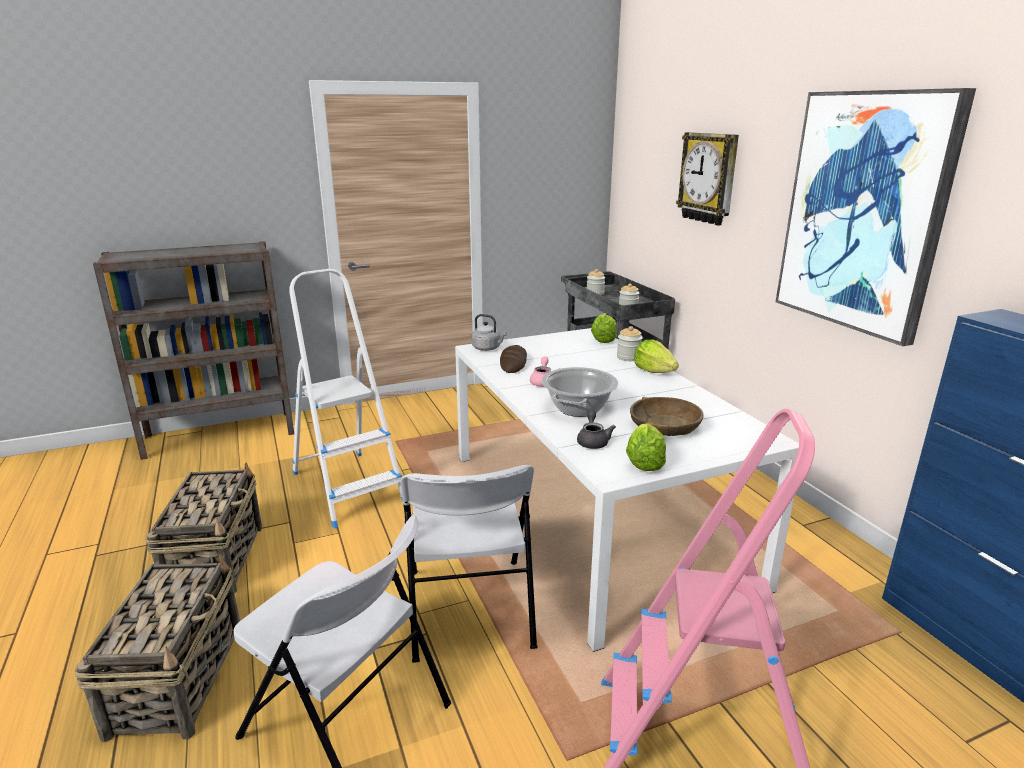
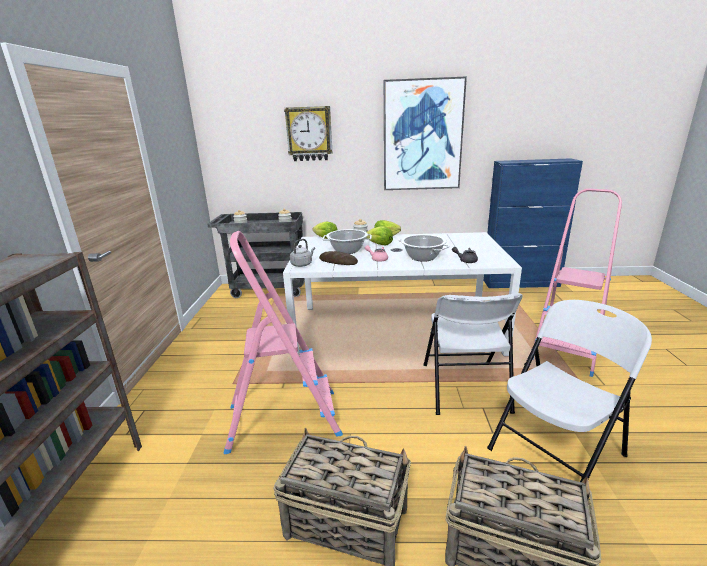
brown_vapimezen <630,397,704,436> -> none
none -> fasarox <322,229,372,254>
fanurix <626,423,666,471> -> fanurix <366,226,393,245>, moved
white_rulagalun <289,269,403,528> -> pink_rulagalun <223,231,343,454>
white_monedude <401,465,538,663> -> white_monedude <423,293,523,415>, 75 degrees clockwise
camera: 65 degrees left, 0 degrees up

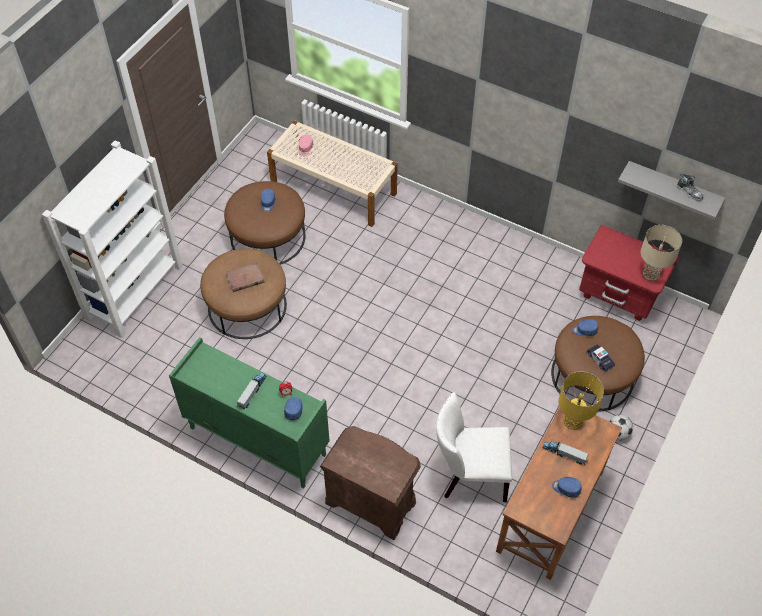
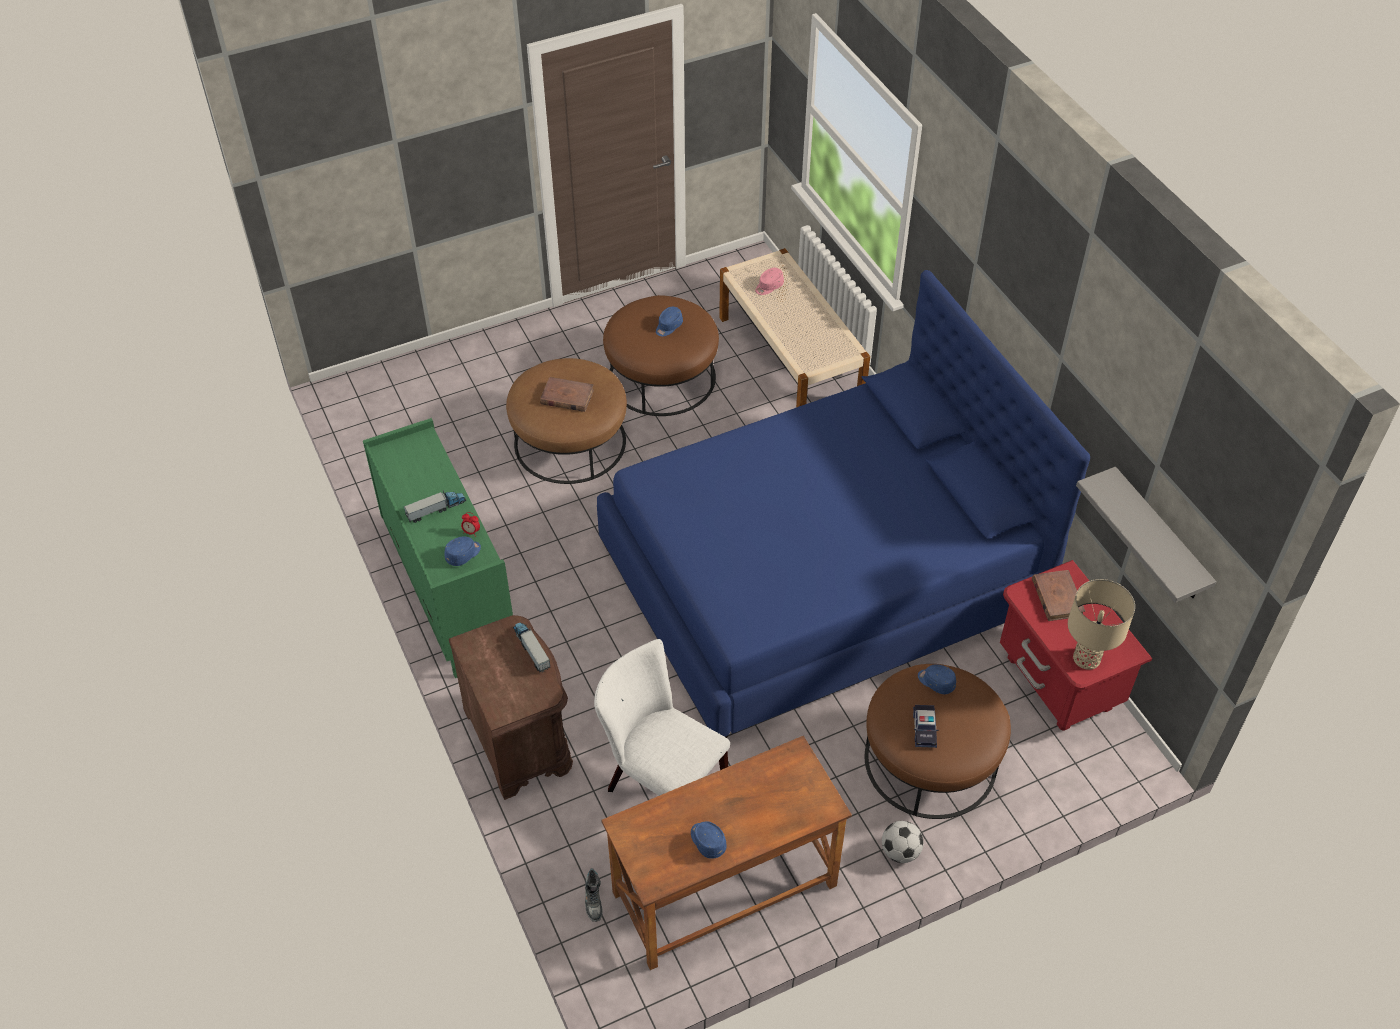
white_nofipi <42,140,183,338> -> none
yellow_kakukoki <558,371,604,430> -> none
none -> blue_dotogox <597,270,1090,738>
none -> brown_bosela <1032,570,1085,621>
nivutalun <543,442,589,465> -> nivutalun <513,623,550,672>, moved
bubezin <677,174,703,201> -> bubezin <585,868,603,922>, moved
camera: 35 degrees right, 5 degrees down

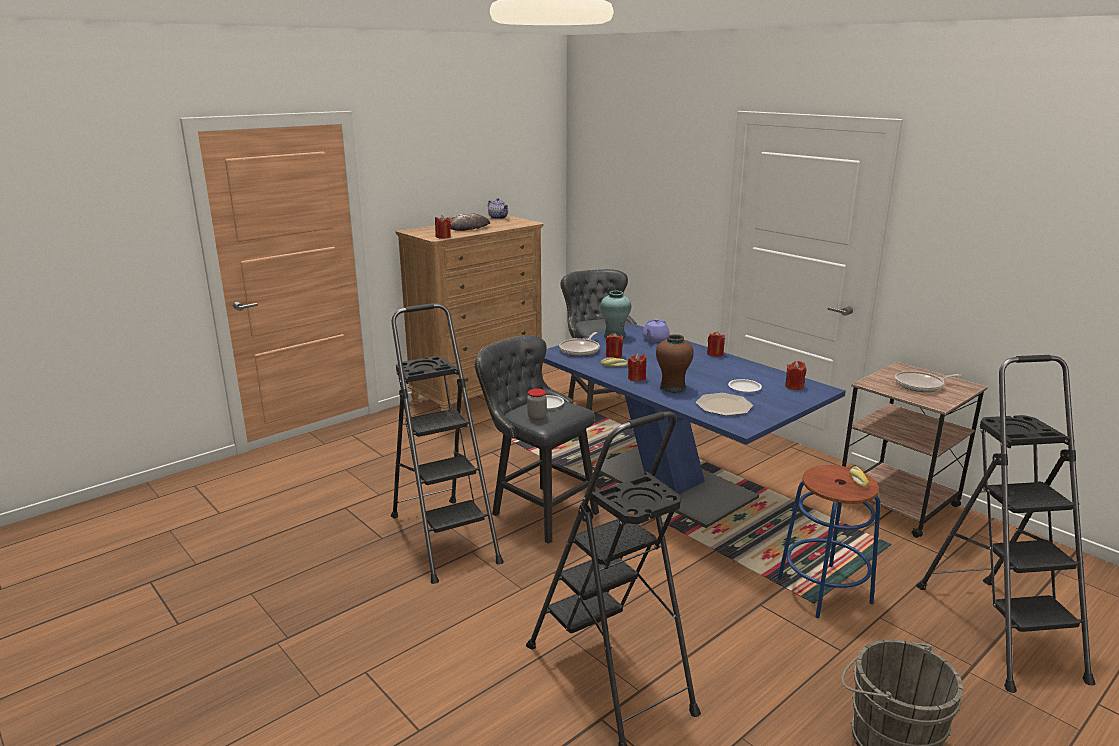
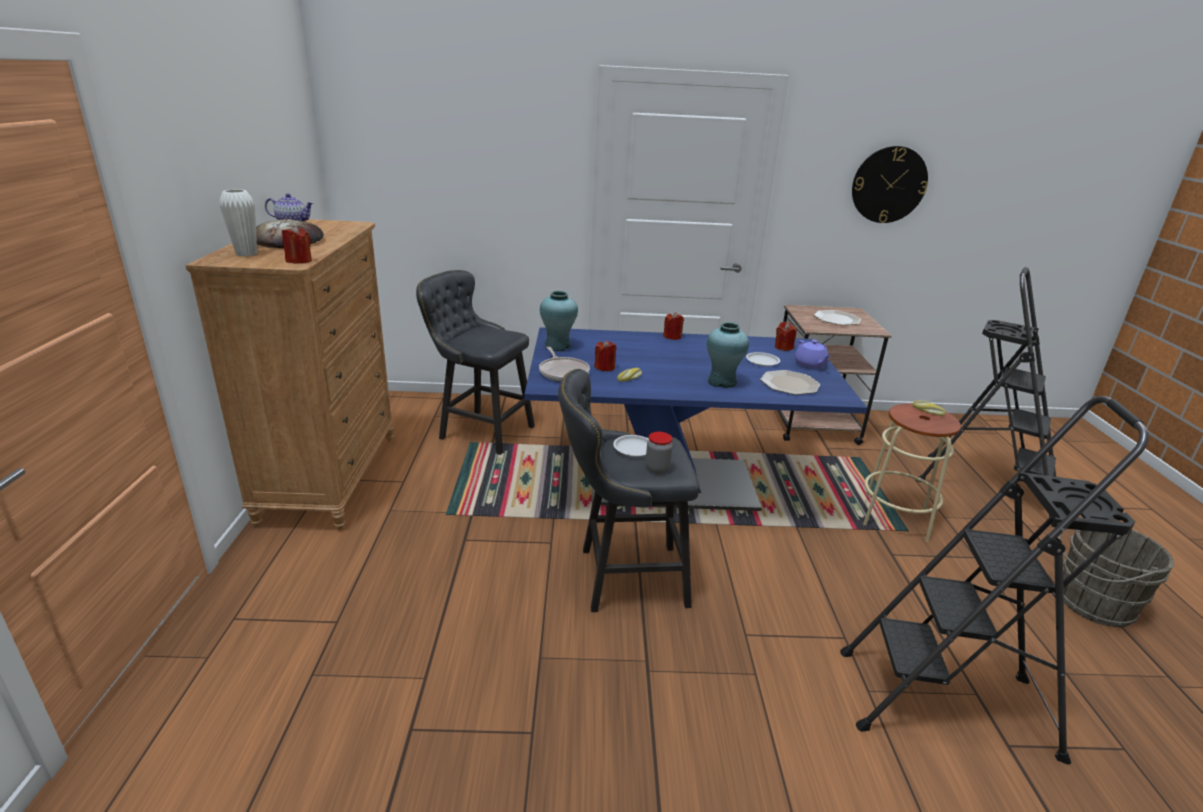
rulagalun <391,303,504,584> -> none
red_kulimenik <628,354,646,381> -> none
none -> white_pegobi <219,189,257,256>
none -> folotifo <852,146,928,223>
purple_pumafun <642,319,670,342> -> purple_pumafun <795,340,831,369>, moved
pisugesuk <895,371,962,392> -> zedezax <814,310,861,325>
brown_pegobi <656,334,694,393> -> turquoise_pegobi <707,322,749,388>
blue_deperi <778,465,880,618> -> beige_deperi <863,403,961,542>
camera: 50 degrees left, 5 degrees up

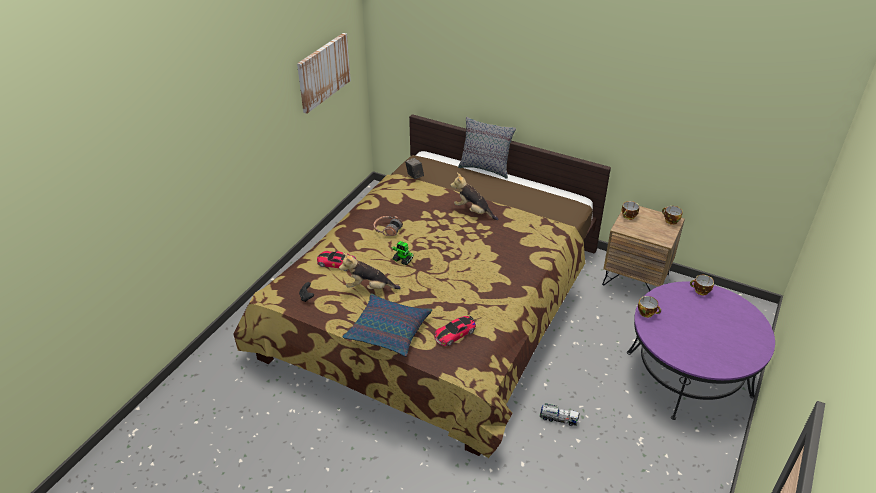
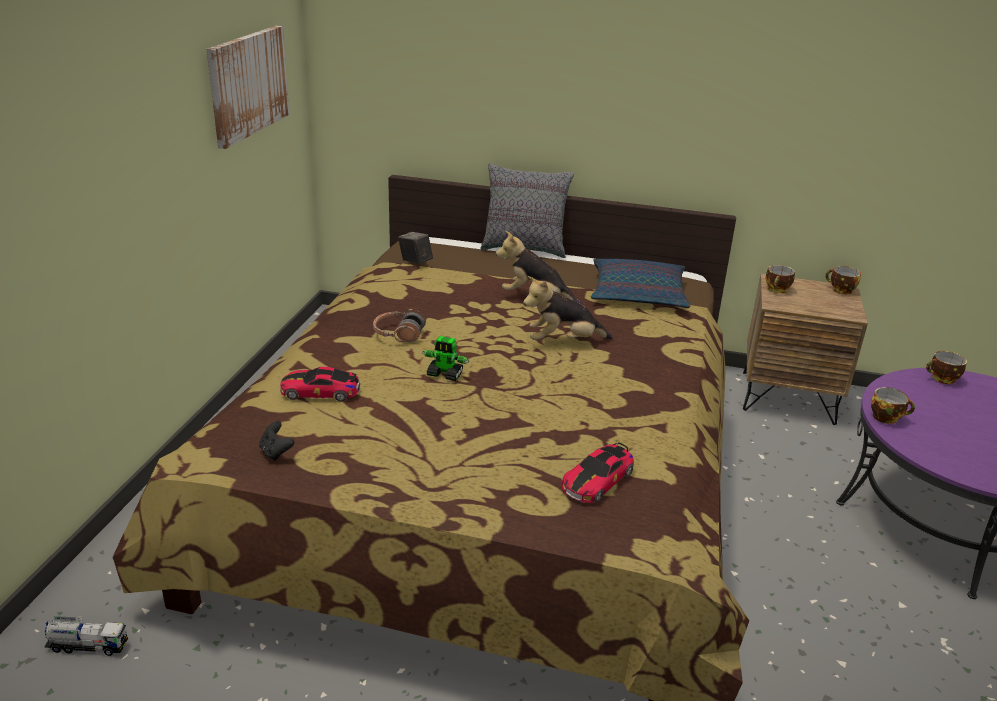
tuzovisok <339,253,401,289> -> tuzovisok <523,276,613,340>, moved
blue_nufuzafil <343,293,432,357> -> blue_nufuzafil <591,259,690,308>, moved
nivutalun <539,403,580,426> -> nivutalun <45,616,128,656>, moved
camera: 15 degrees left, 10 degrees down

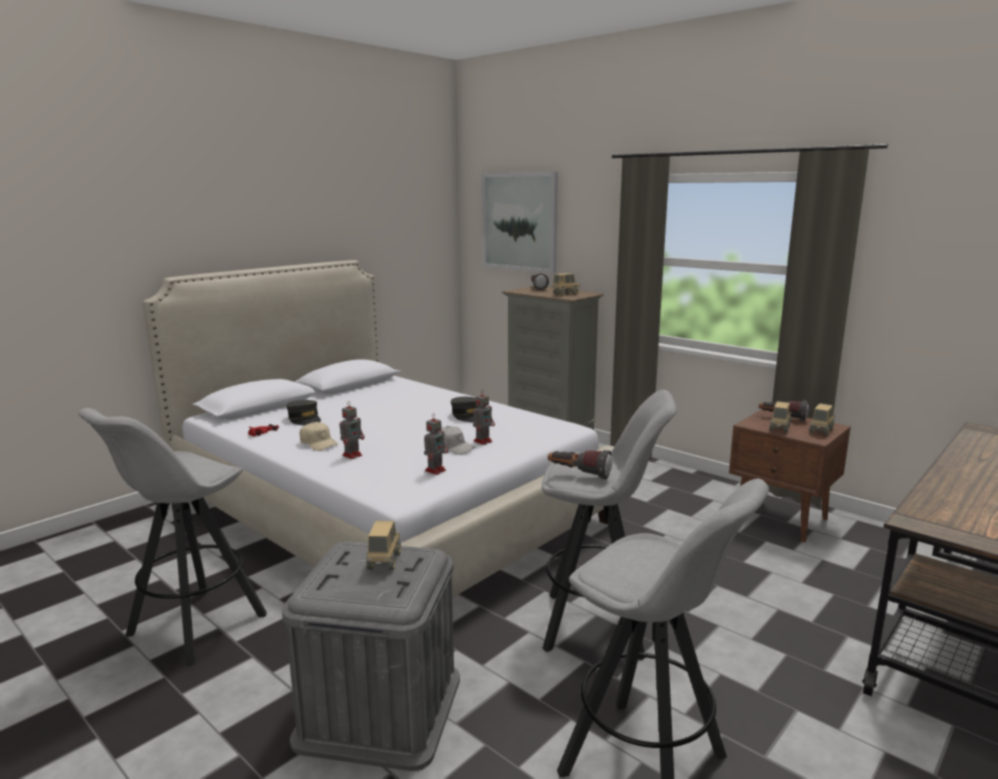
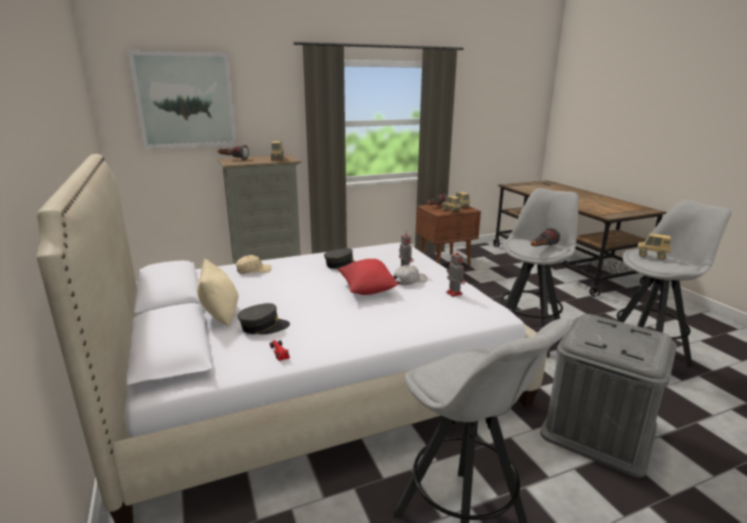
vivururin <339,401,364,459> -> none
none -> beige_nufuzafil <197,258,239,327>
none -> red_nufuzafil <338,259,398,295>
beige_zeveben <300,422,338,451> -> beige_zeveben <236,255,272,274>, moved
nivutalun <366,520,401,571> -> nivutalun <638,233,671,260>, moved
camera: 65 degrees left, 5 degrees up

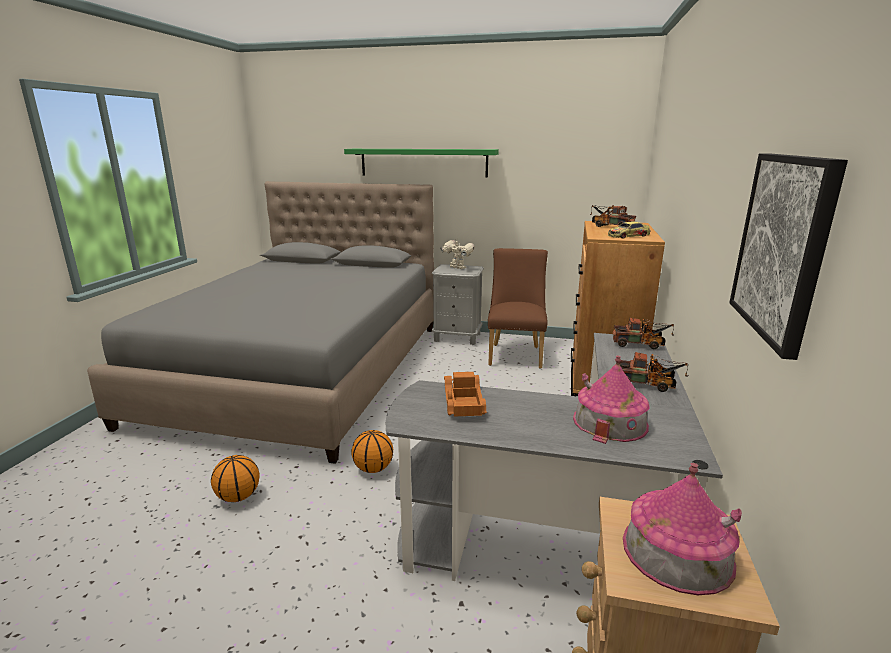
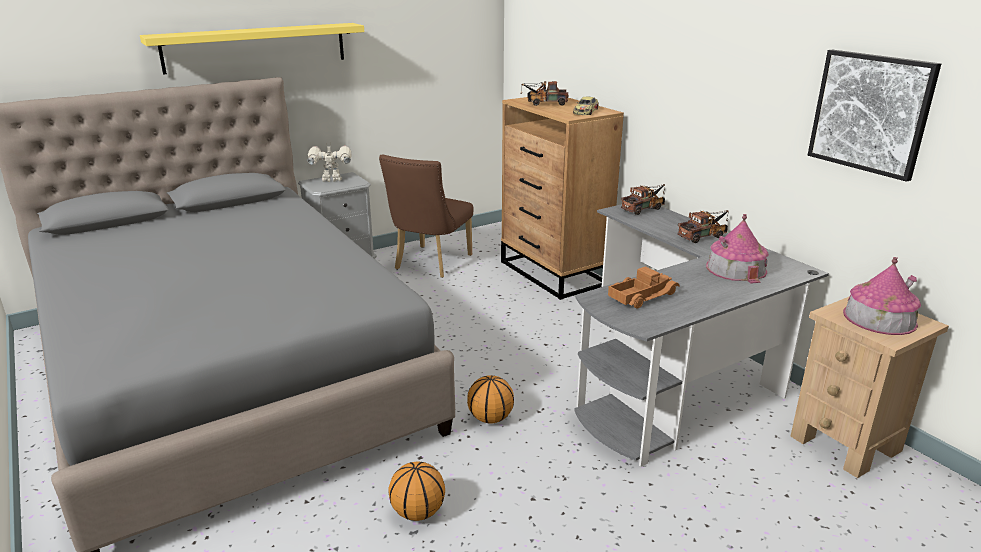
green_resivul <344,149,499,177> -> yellow_resivul <140,23,364,75>
nivutalun <444,372,487,416> -> nivutalun <608,266,680,308>, 105 degrees clockwise
brown_monedude <488,248,548,369> -> brown_monedude <379,155,474,278>, 120 degrees counterclockwise
camera: 45 degrees left, 5 degrees up

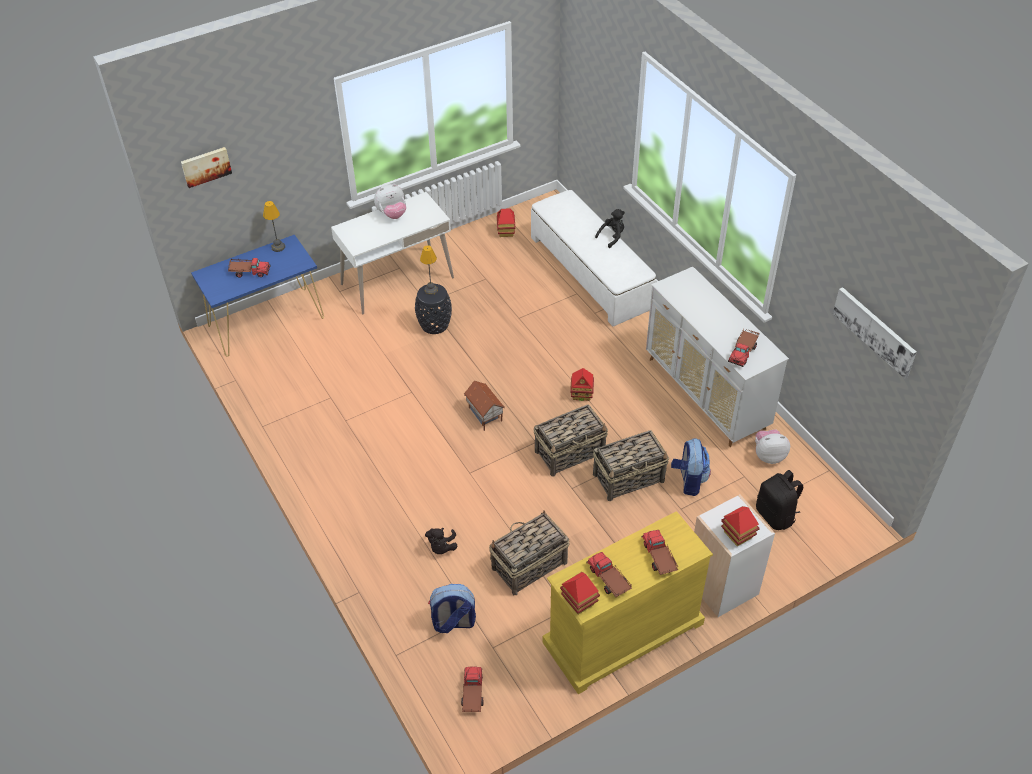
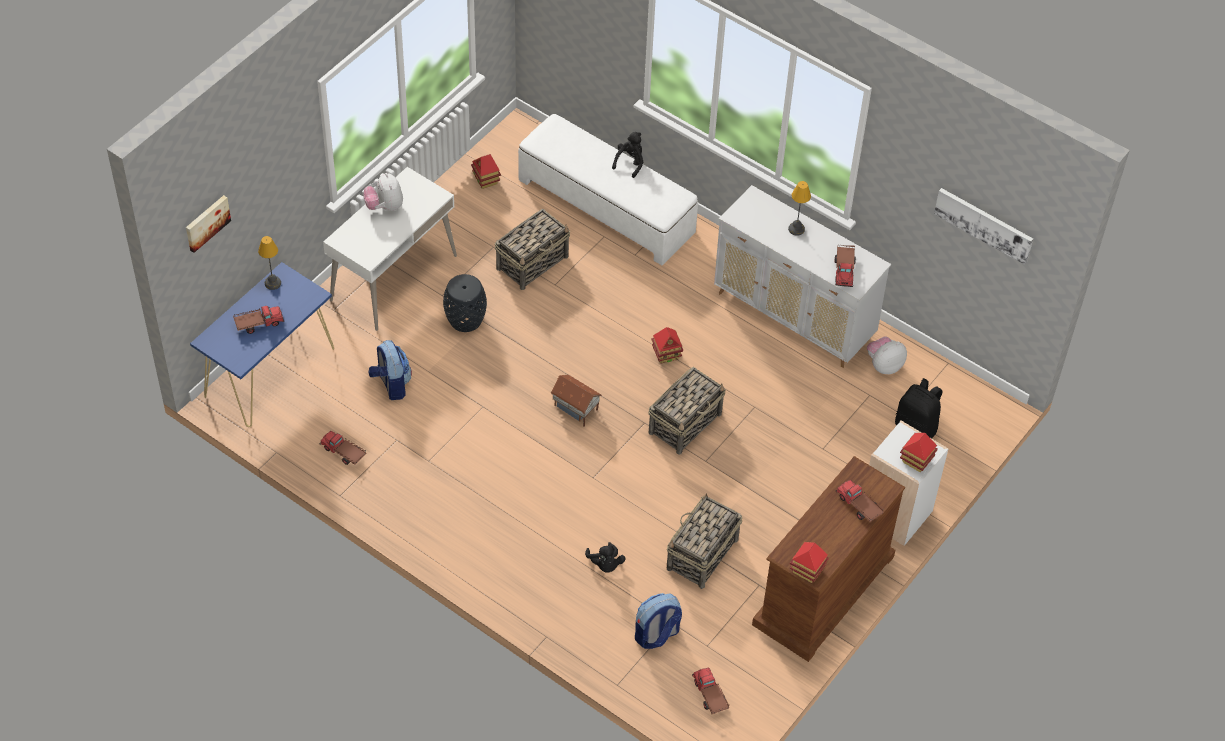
kakukoki <420,245,438,295> -> kakukoki <788,181,811,236>, moved
nivutalun <586,552,632,597> -> nivutalun <320,431,366,465>, moved
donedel <593,430,669,501> -> donedel <495,209,570,290>, moved
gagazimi <671,438,711,496> -> gagazimi <368,340,412,400>, moved
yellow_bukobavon <543,511,713,694> -> brown_bukobavon <752,456,905,662>
tuzovisok <374,184,406,219> -> tuzovisok <364,173,403,211>, 120 degrees clockwise
camera: 25 degrees left, 5 degrees up

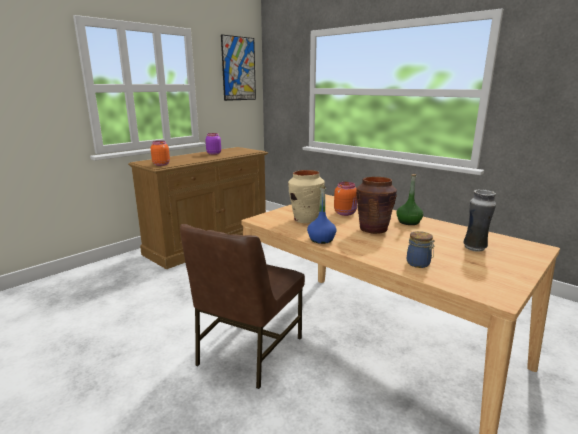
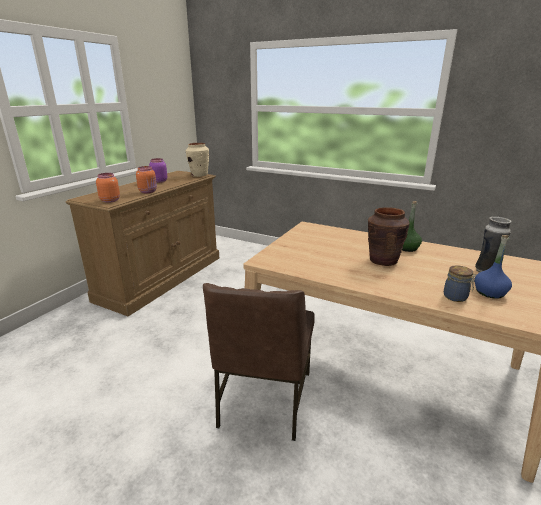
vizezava <221,34,256,101> -> none
beige_pegobi <288,170,325,223> -> beige_pegobi <186,143,209,177>, moved
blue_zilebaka <307,186,337,244> -> blue_zilebaka <475,235,512,299>, moved
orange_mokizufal <334,182,357,216> -> orange_mokizufal <136,166,157,193>, moved
camera: 15 degrees left, 5 degrees up

